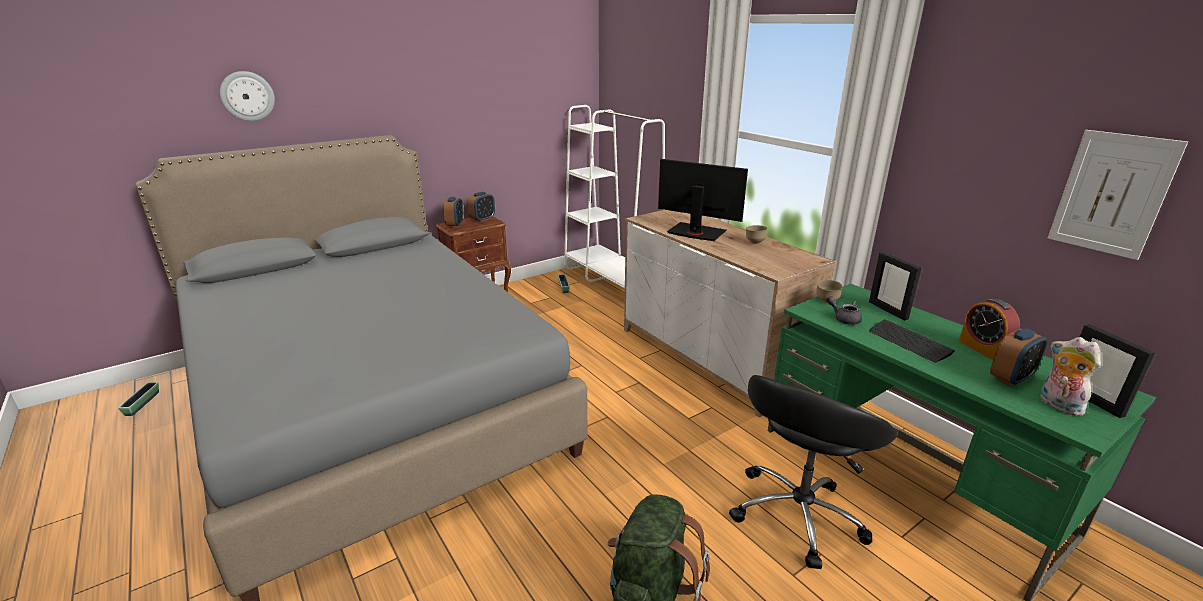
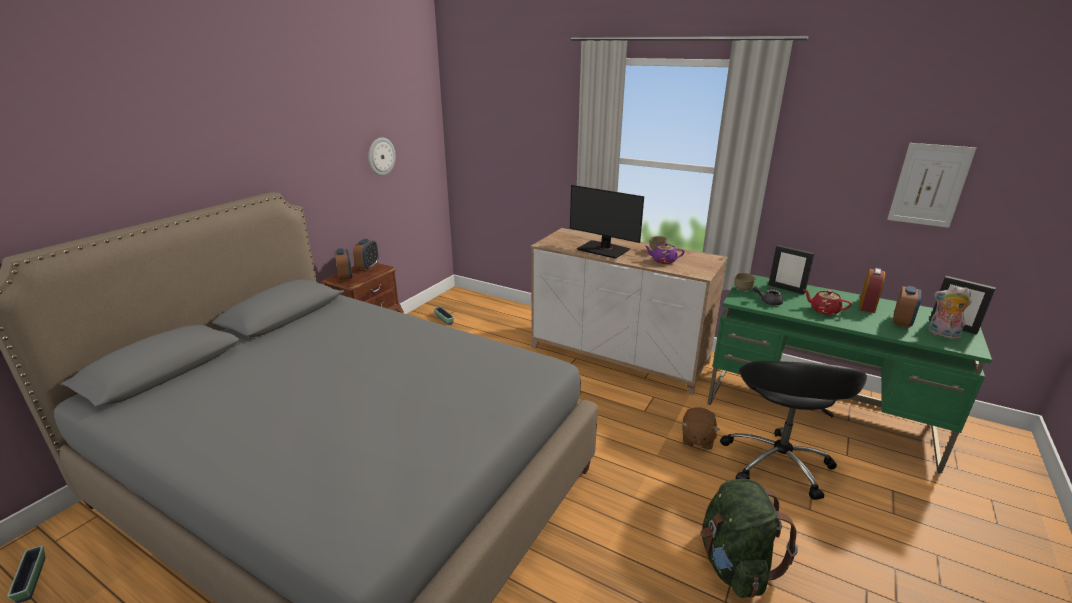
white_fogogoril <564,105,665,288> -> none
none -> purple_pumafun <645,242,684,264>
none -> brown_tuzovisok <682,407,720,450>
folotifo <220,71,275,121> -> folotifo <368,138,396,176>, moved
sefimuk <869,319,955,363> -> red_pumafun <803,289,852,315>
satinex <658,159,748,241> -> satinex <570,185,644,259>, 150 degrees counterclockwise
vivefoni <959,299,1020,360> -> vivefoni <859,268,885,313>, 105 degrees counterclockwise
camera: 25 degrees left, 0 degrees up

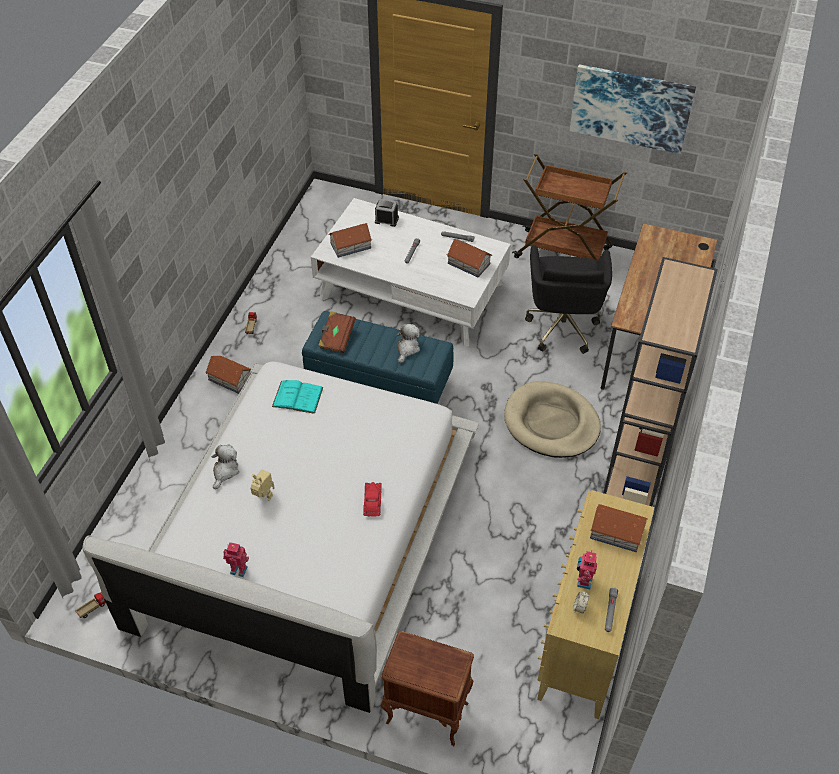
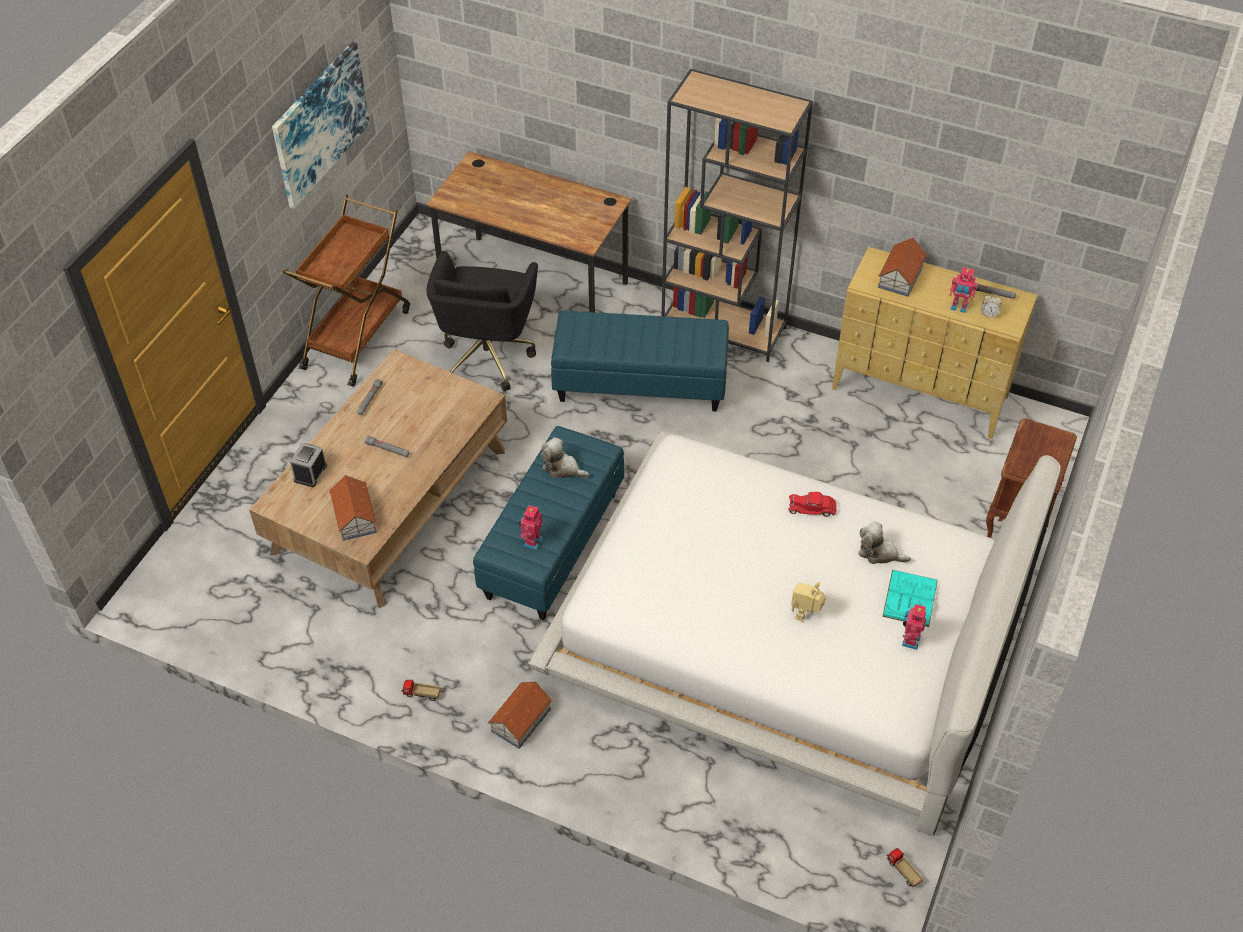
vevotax <447,239,492,277> -> none
tuzovisok <212,445,239,489> -> tuzovisok <858,521,911,564>, moved
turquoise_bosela <272,380,323,414> -> turquoise_bosela <882,570,938,627>, moved
brown_bosela <318,311,356,353> -> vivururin <519,505,543,550>
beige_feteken <504,381,601,458> -> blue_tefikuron <551,310,729,411>
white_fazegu <311,198,511,347> -> brown_fazegu <249,349,507,608>
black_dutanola <525,245,612,354> -> black_dutanola <426,251,538,391>, 90 degrees clockwise
camera: 85 degrees left, 0 degrees up

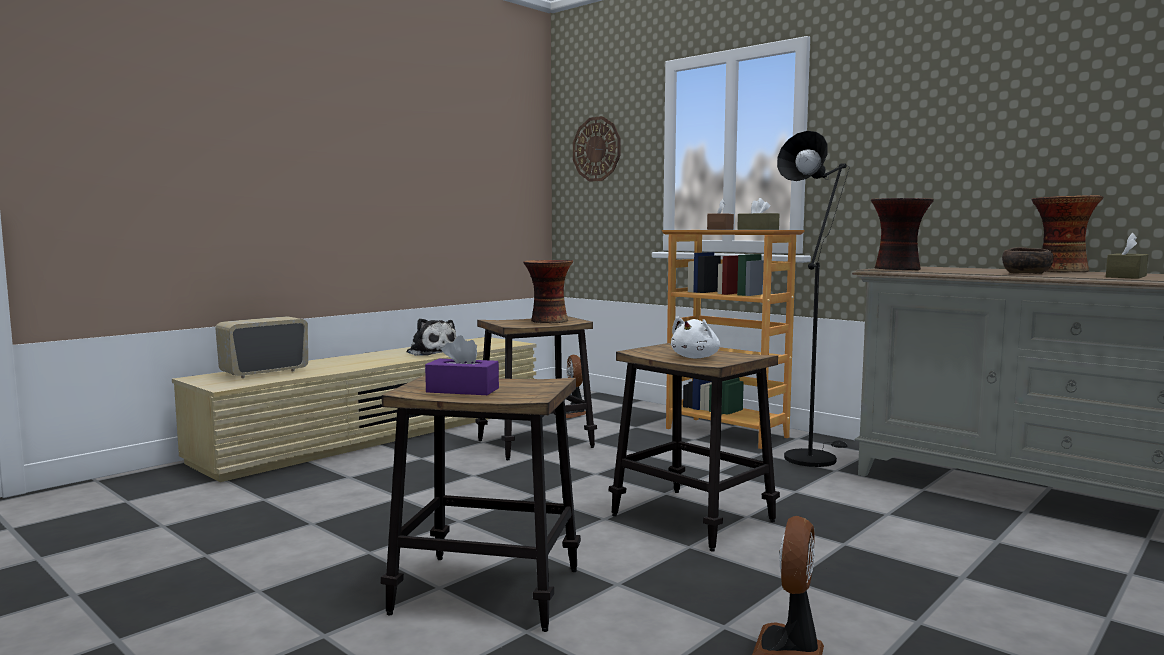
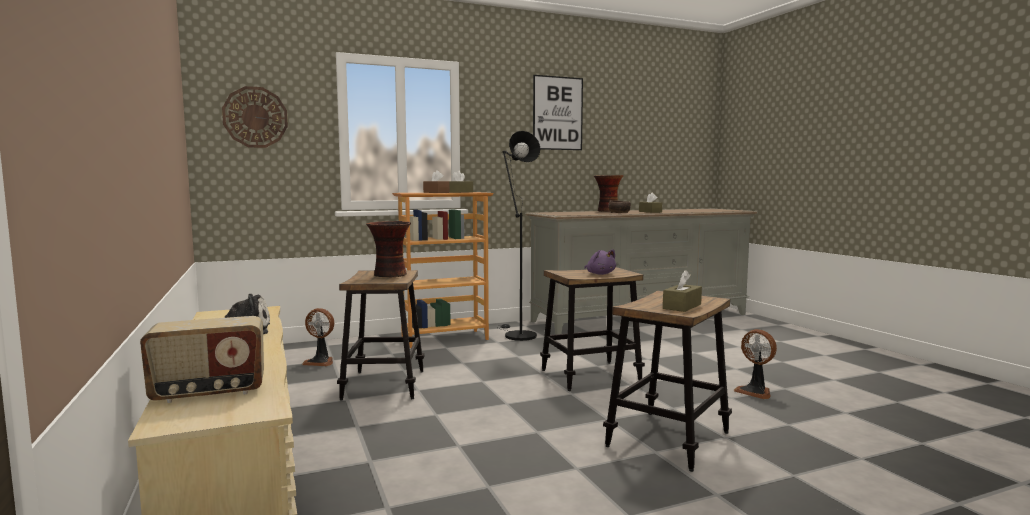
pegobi <871,198,934,270> -> none
none -> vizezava <533,75,583,150>
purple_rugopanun <425,335,499,395> -> brown_rugopanun <663,270,702,312>
white_tuzovisok <671,317,720,358> -> purple_tuzovisok <584,249,616,275>
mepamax <215,316,308,378> -> mepamax <140,316,264,403>, 90 degrees counterclockwise
camera: 65 degrees left, 0 degrees up

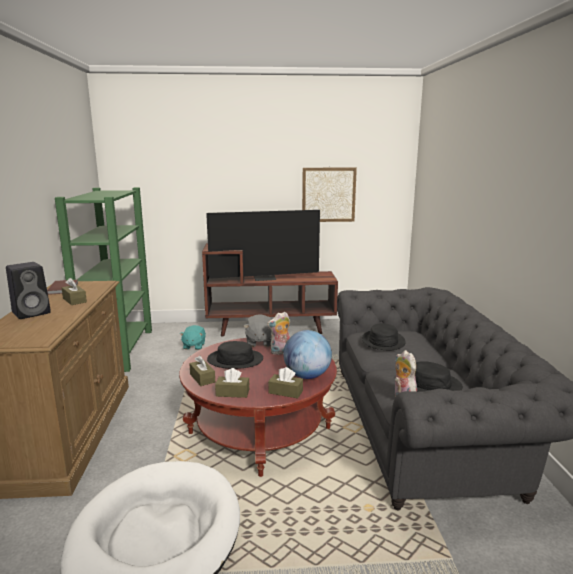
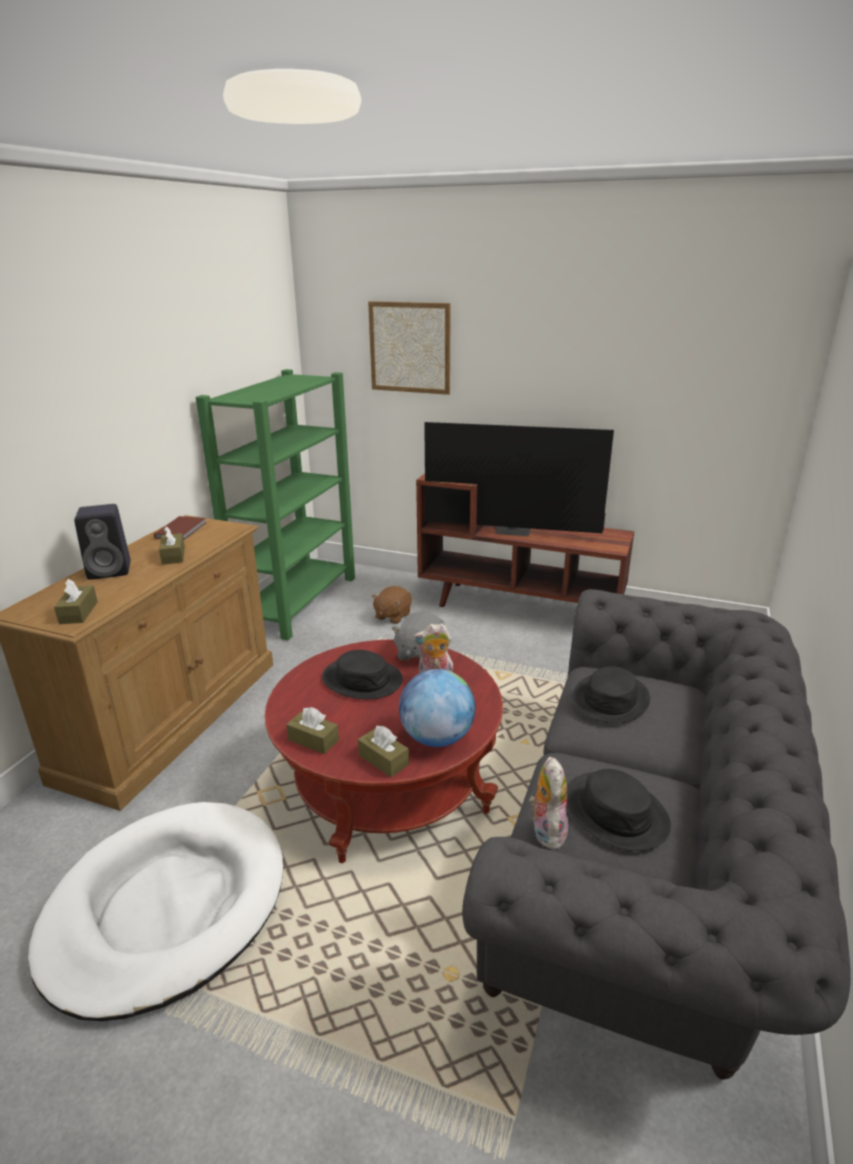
brown_rugopanun <189,355,215,386> -> brown_rugopanun <54,579,98,624>, moved
vizezava <302,166,357,222> -> vizezava <368,300,451,395>, moved
turquoise_tuzovisok <180,325,206,350> -> brown_tuzovisok <372,586,412,624>
camera: 25 degrees right, 10 degrees up

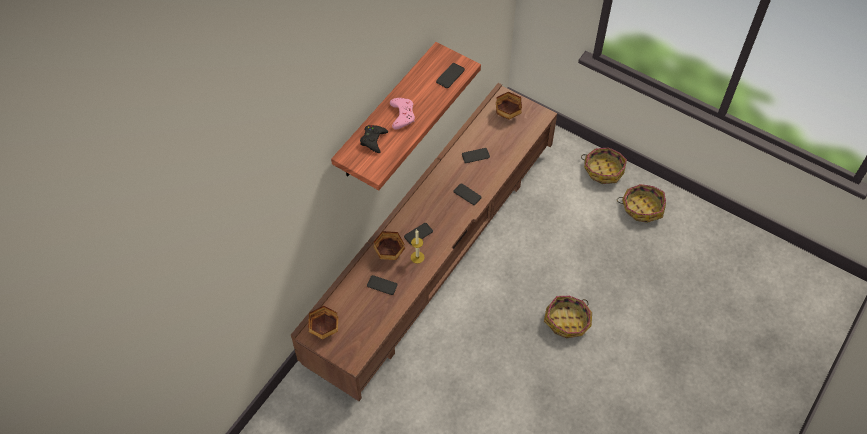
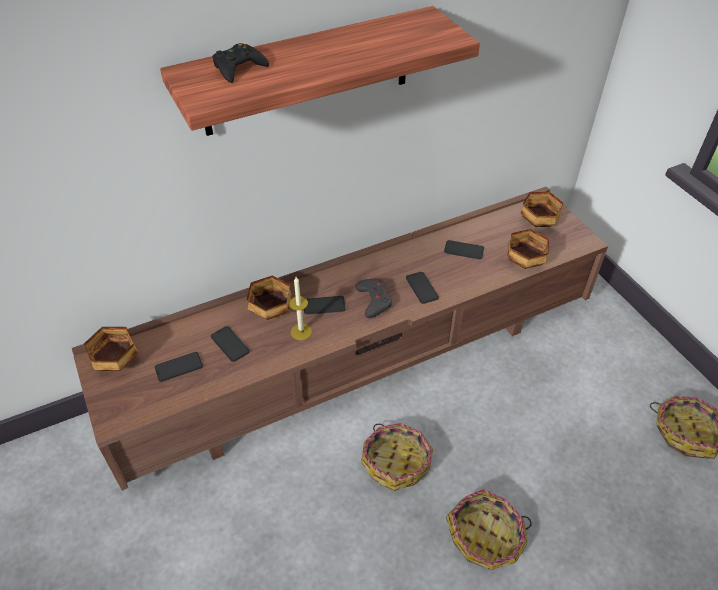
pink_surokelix <390,98,415,130> -> none
none -> grey_surokelix <355,279,392,318>
none -> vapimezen <507,229,549,269>
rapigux <436,63,465,88> -> rapigux <155,352,203,382>, moved
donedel <581,147,627,184> -> donedel <361,423,433,491>, moved
camera: 30 degrees right, 10 degrees down

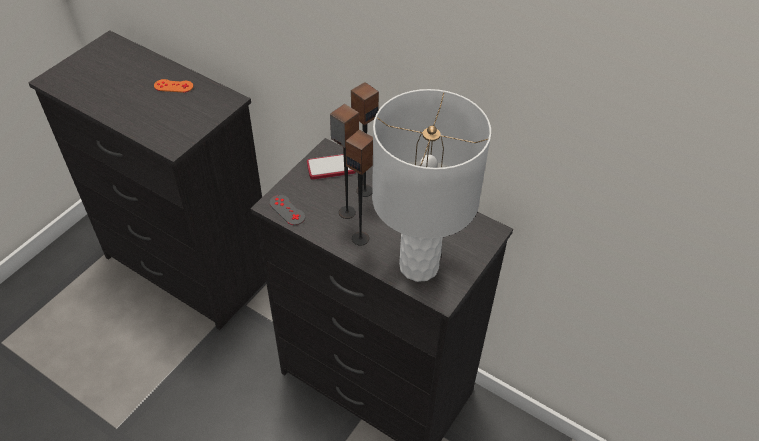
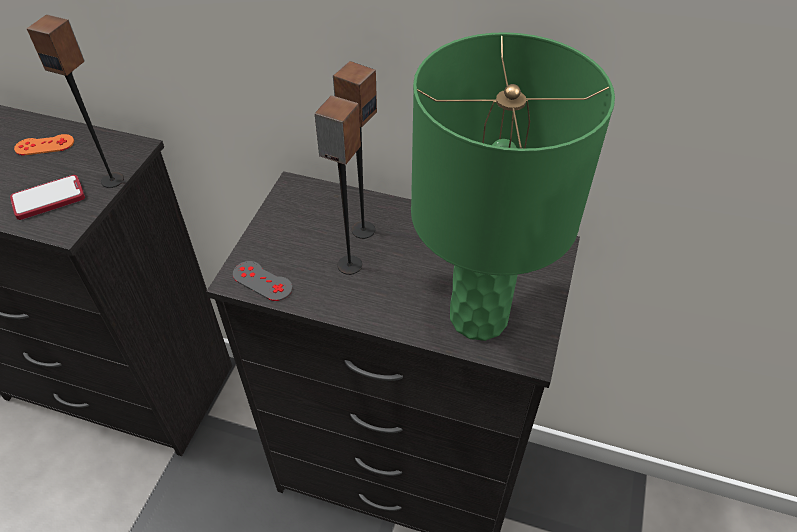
rapigux <307,154,356,180> -> rapigux <10,175,85,220>, moved
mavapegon <345,130,373,246> -> mavapegon <27,15,124,188>, moved
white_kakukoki <372,89,491,282> -> green_kakukoki <411,32,615,341>
camera: 15 degrees left, 0 degrees up

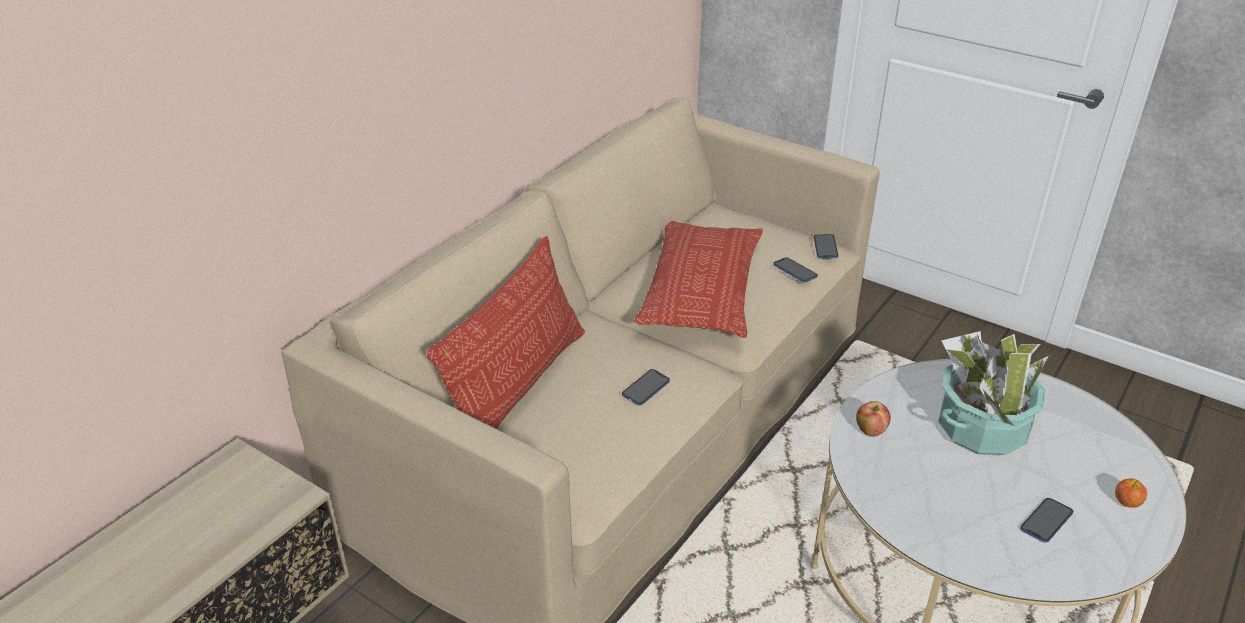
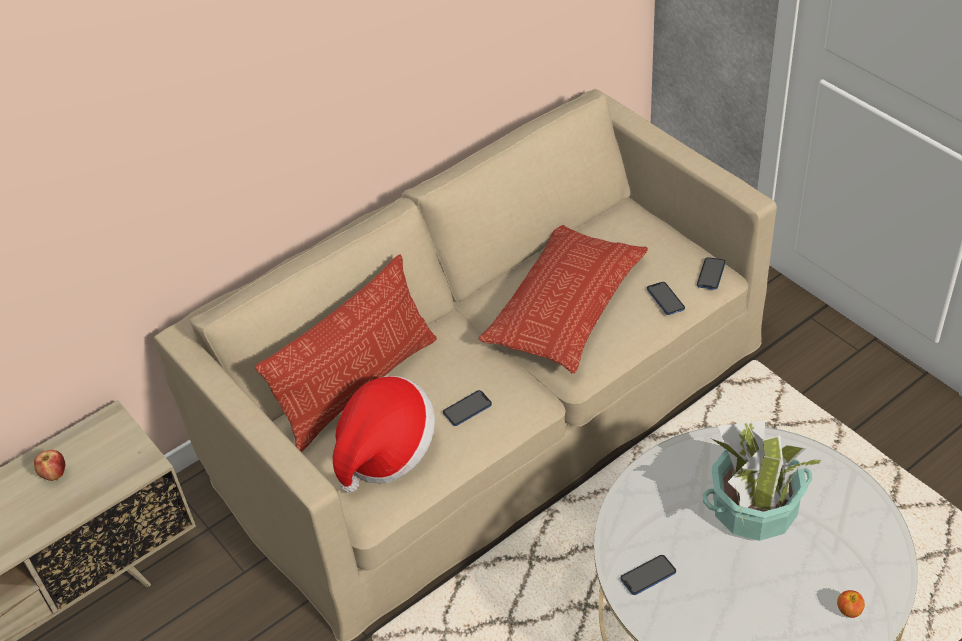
none -> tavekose <333,376,435,493>
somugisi <856,401,891,437> -> somugisi <34,450,65,481>, moved
rapigux <1020,498,1073,543> -> rapigux <621,555,676,595>, moved
camera: 20 degrees right, 10 degrees up

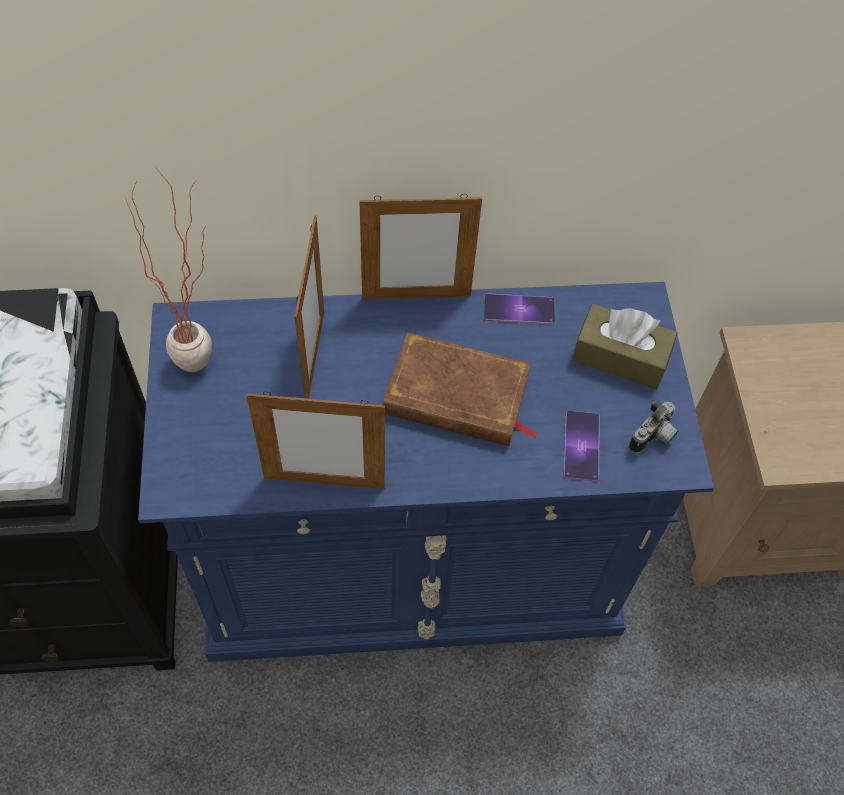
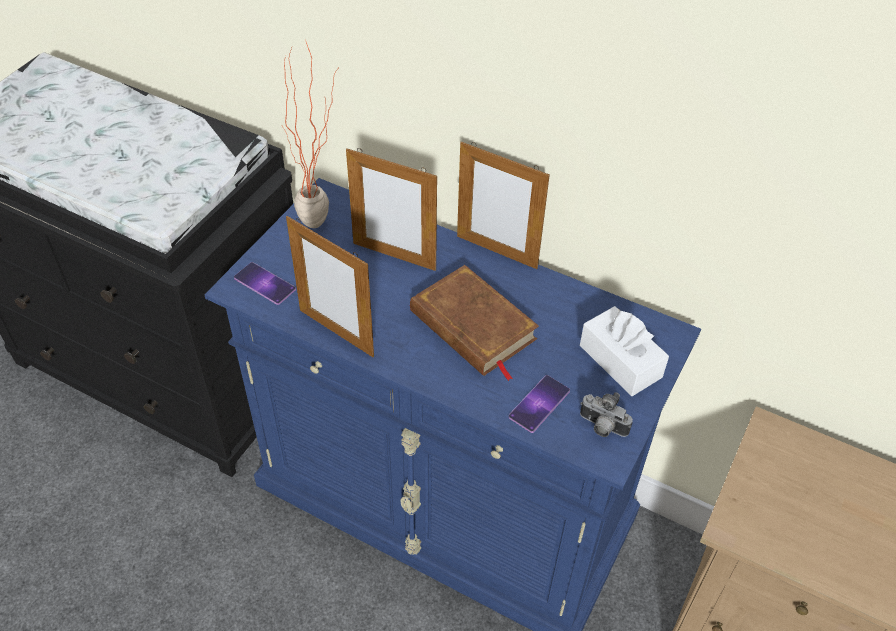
rapigux <484,293,555,324> -> rapigux <234,262,296,305>, moved
brown_rugopanun <572,304,677,389> -> white_rugopanun <580,306,669,396>
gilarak <294,215,324,399> -> gilarak <346,148,437,271>, 75 degrees clockwise
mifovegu <629,400,678,453> -> mifovegu <580,392,633,437>, 45 degrees clockwise
camera: 35 degrees right, 10 degrees down

